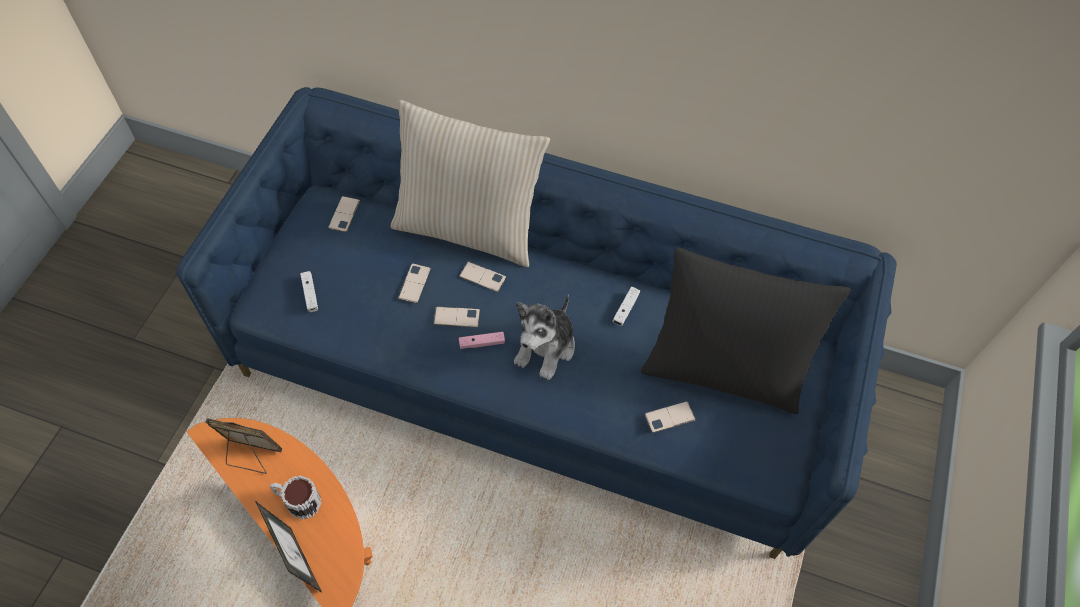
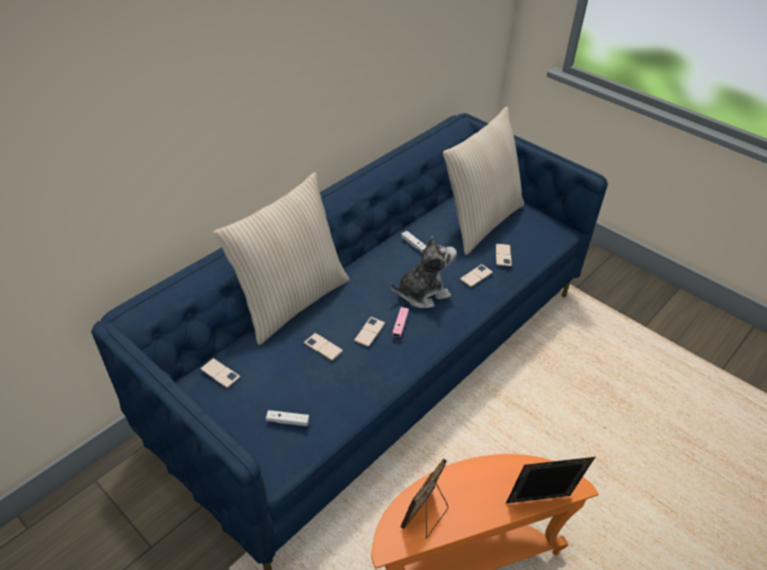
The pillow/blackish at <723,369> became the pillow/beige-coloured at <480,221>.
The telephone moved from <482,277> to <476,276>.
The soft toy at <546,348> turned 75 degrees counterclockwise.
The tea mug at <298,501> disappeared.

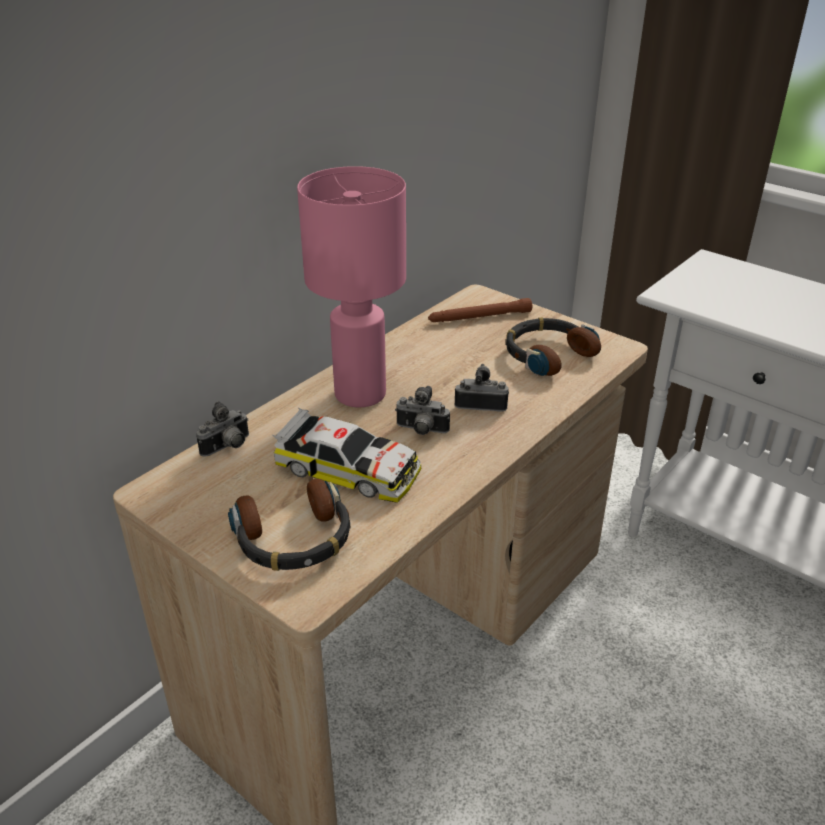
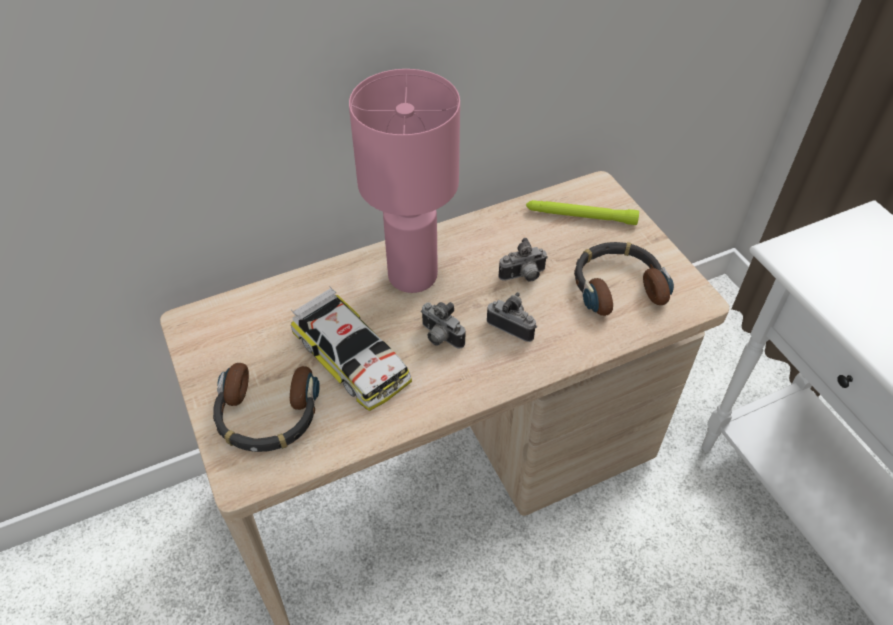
The hand torch/brown at <479,317> became the hand torch/green at <580,216>.
The photo camera moved from <228,447> to <523,276>.

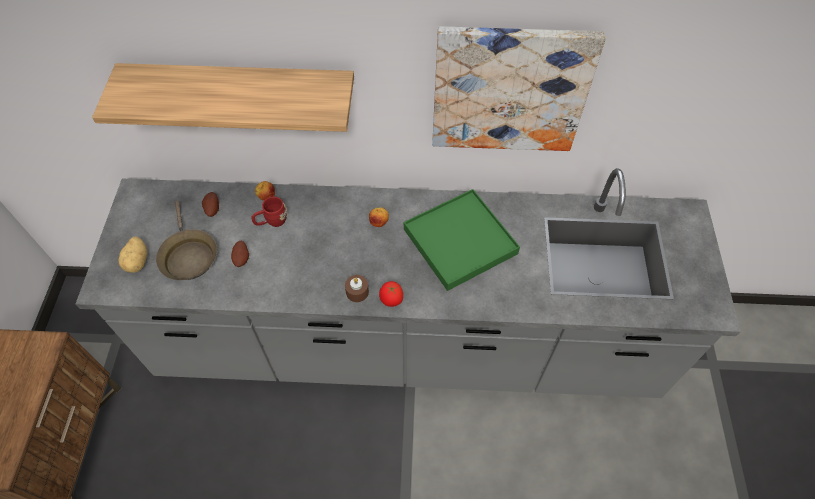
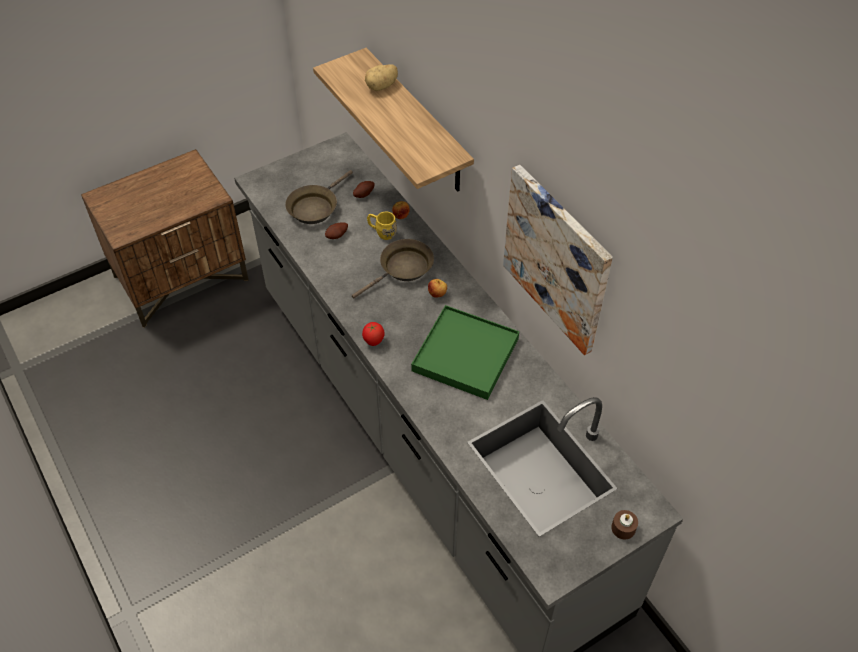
The tea mug/reddish at <271,222> became the tea mug/yellowish at <382,232>.
The spud moved from <138,261> to <382,86>.
The wax candle/brown moved from <357,292> to <623,528>.
The frying pan/brown at <403,269> appeared.

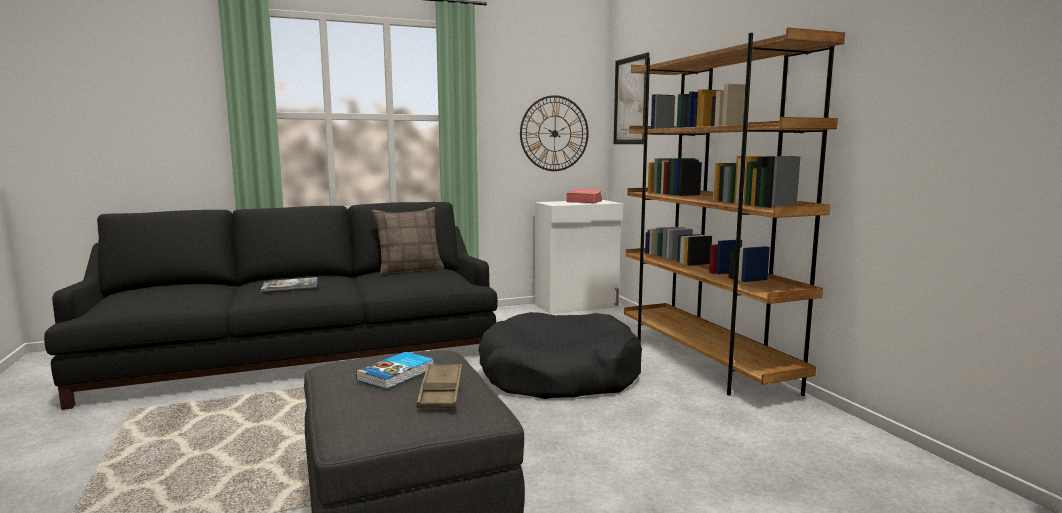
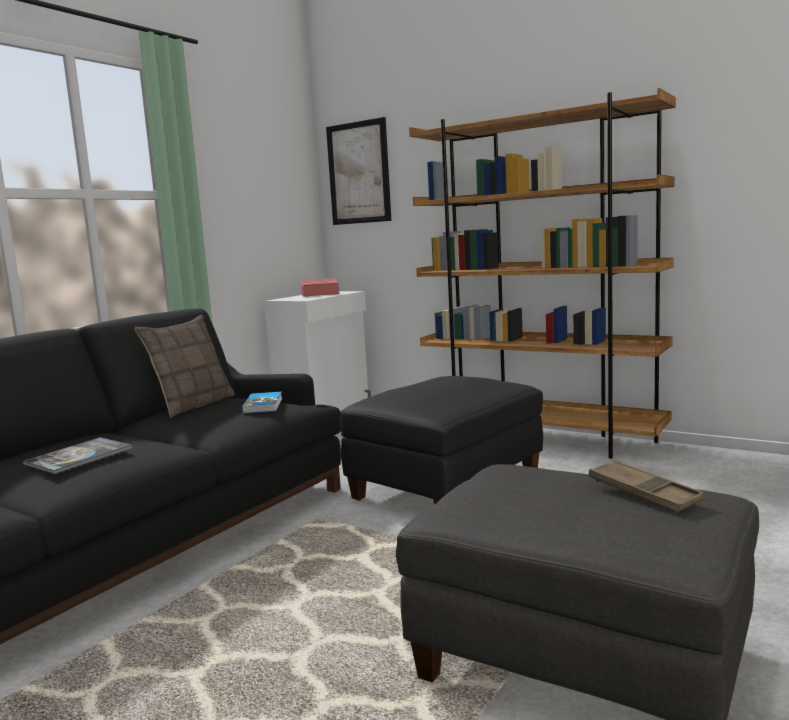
The clock on the wall at <554,133> disappeared.
The pet bed/blackish at <559,375> was replaced by the pouffe/blackish at <447,487>.
The volume moved from <397,374> to <264,405>.

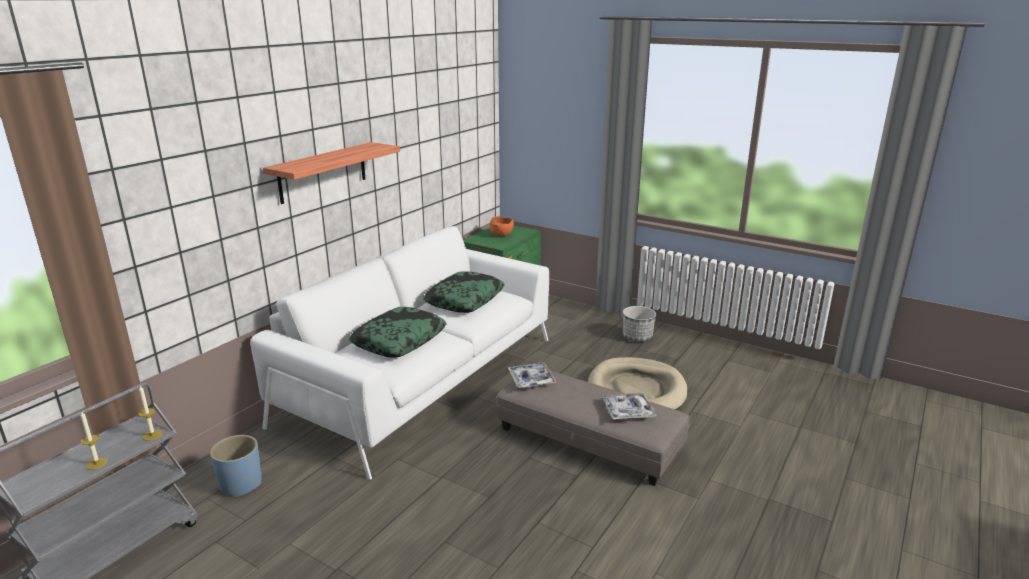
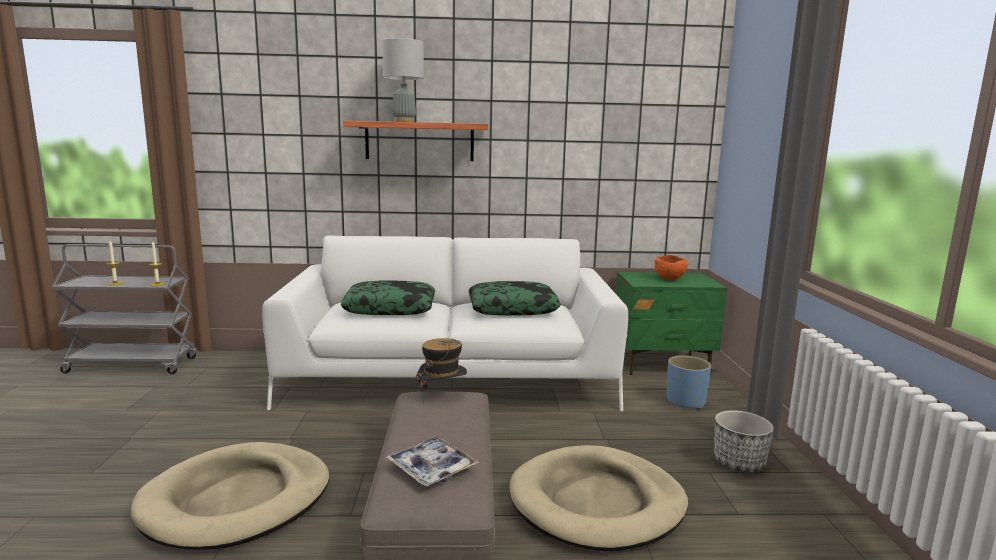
The tray at <531,380> was replaced by the wearable hat at <441,396>.
The flower pot/bluish moved from <241,484> to <686,402>.
The lamp for a table/greyish at <404,121> appeared.
The pet bed/beige-coloured at <237,500> appeared.

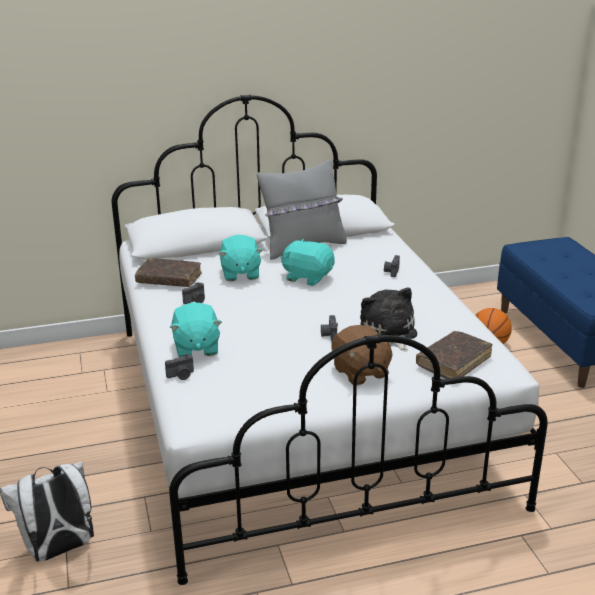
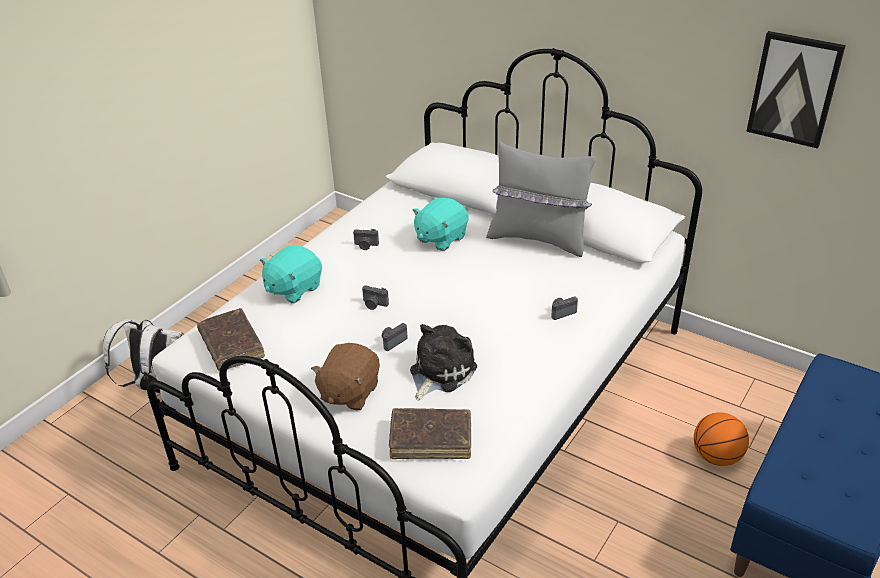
The soft toy/turquoise at <307,277> disappeared.
The volume/brown moved from <169,279> to <231,346>.
The photo camera moved from <181,375> to <374,304>.
The wall art at <794,89> appeared.

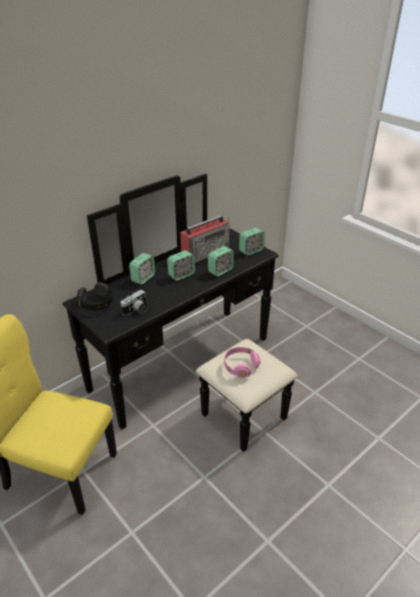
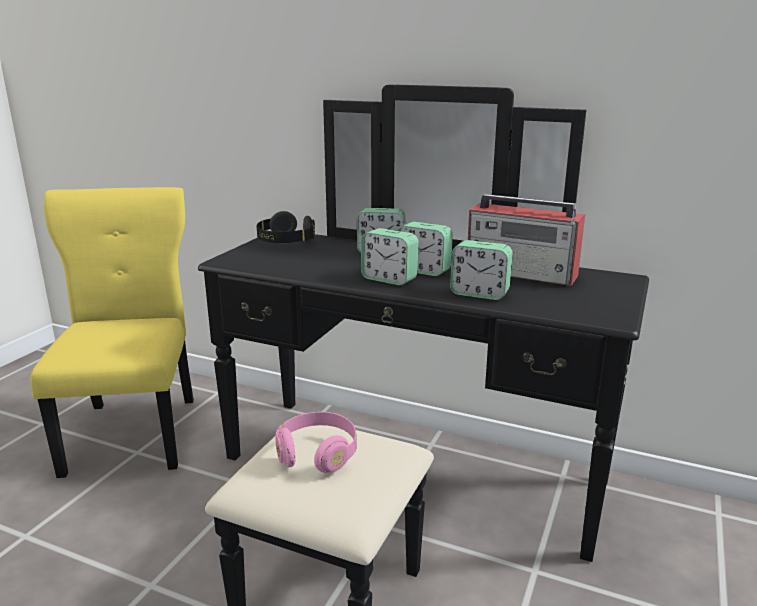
The bedside clock moved from <251,250> to <389,279>.
The photo camera at <136,310> disappeared.

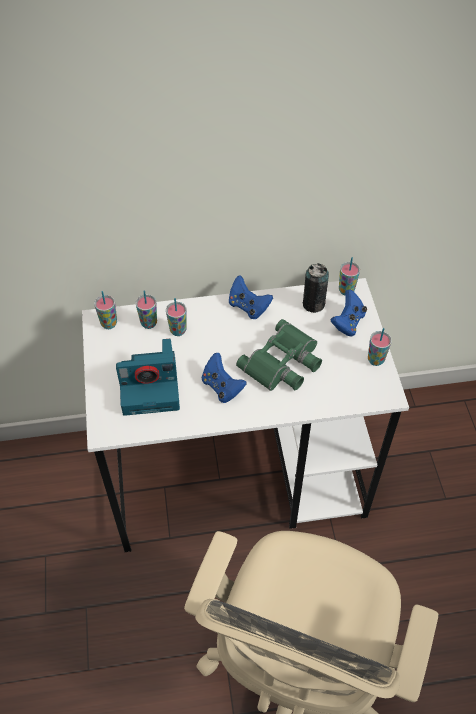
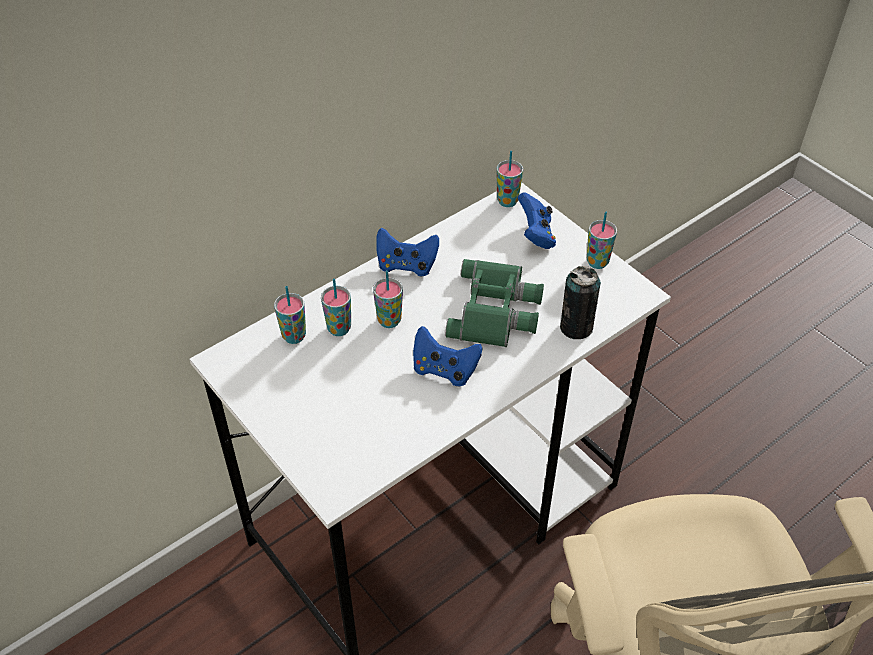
The metal can moved from <313,304> to <576,327>.
The cup moved from <109,324> to <389,321>.
The photo camera at <151,386> disappeared.

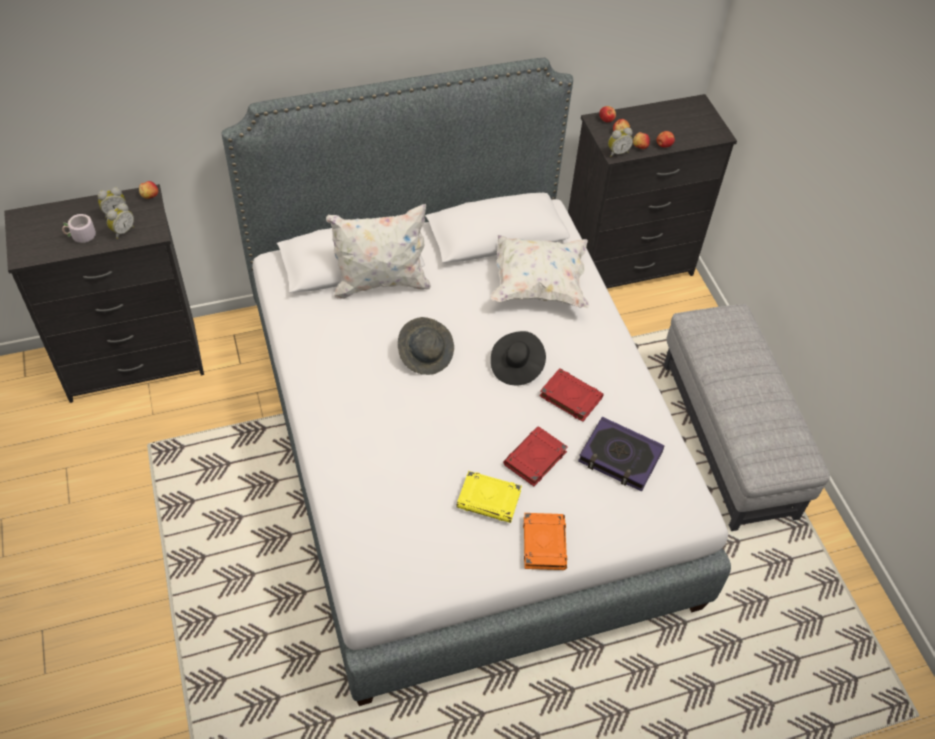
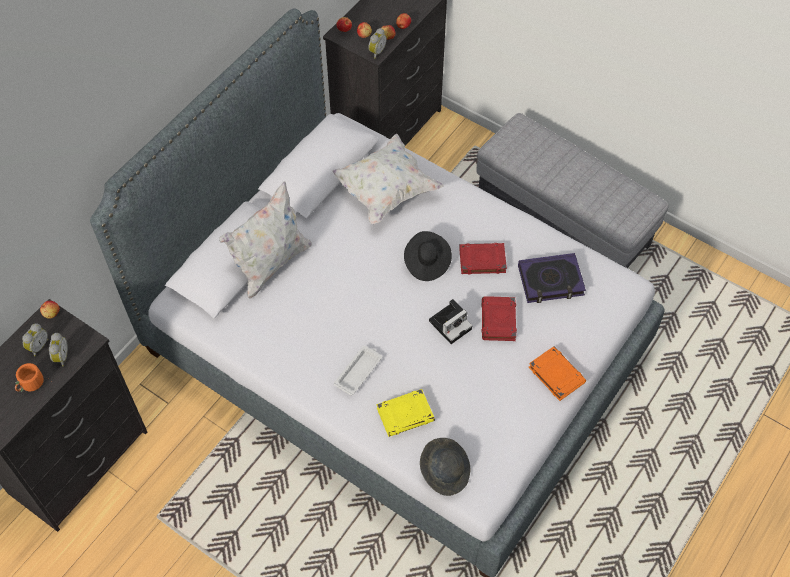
The tea mug/greyish at <81,237> became the tea mug/orange at <31,385>.
The wearable hat/greyish moved from <426,354> to <445,471>.
The volume/yellowish moved from <489,499> to <405,414>.
The photo camera at <451,324> appeared.
The tray/white-coloured at <359,371> appeared.

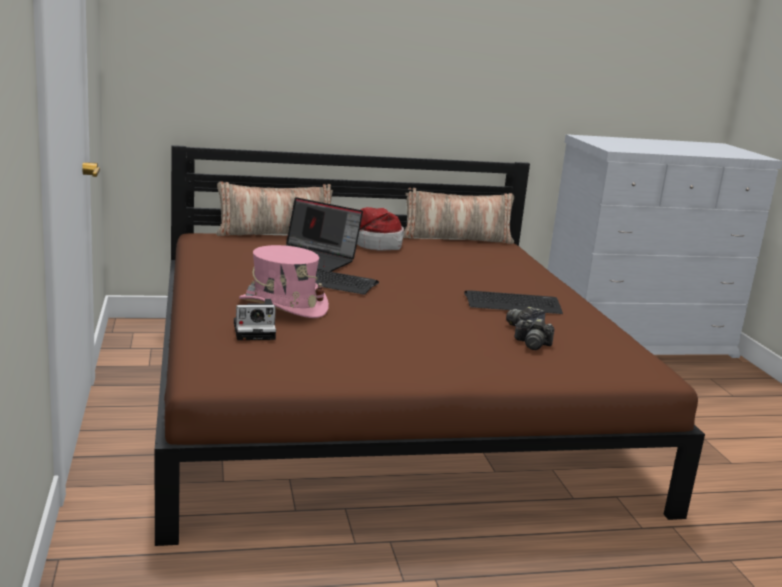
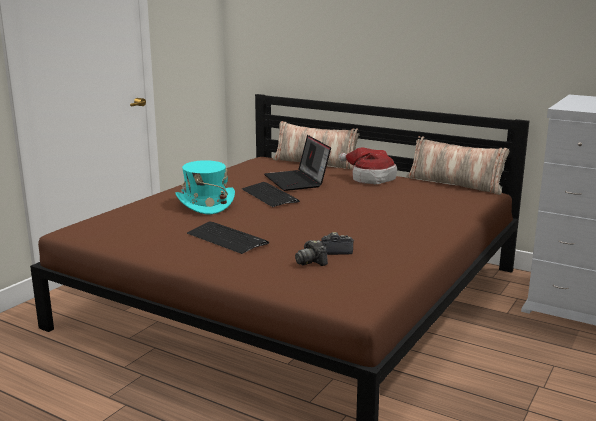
The wearable hat/pinkish at <283,306> became the wearable hat/turquoise at <205,204>.
The computer keyboard moved from <513,304> to <227,239>.
The photo camera at <256,331> disappeared.

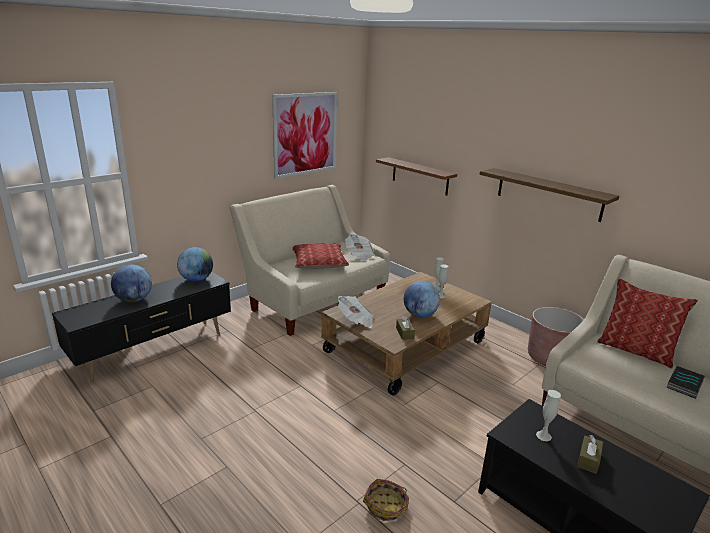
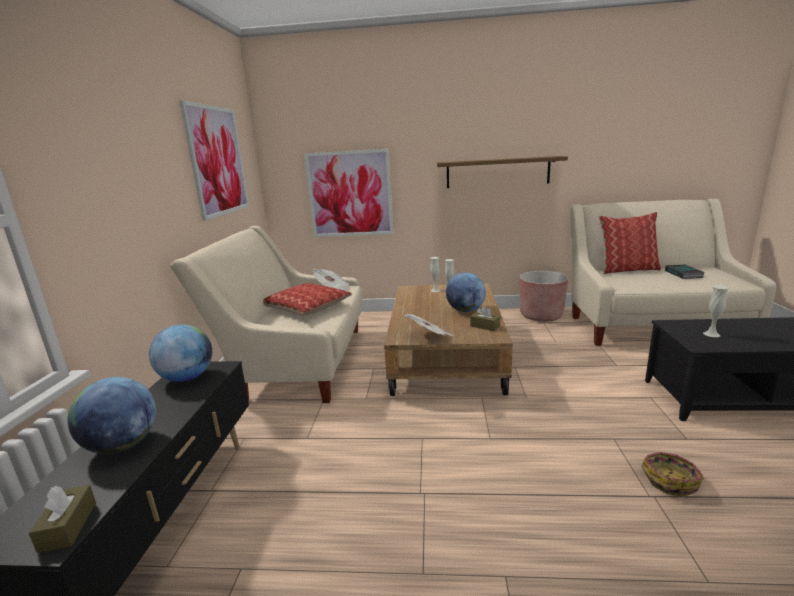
The wall shelf/brown at <420,176> was replaced by the wall art at <350,194>.
The tissue holder/brown moved from <588,459> to <68,526>.

